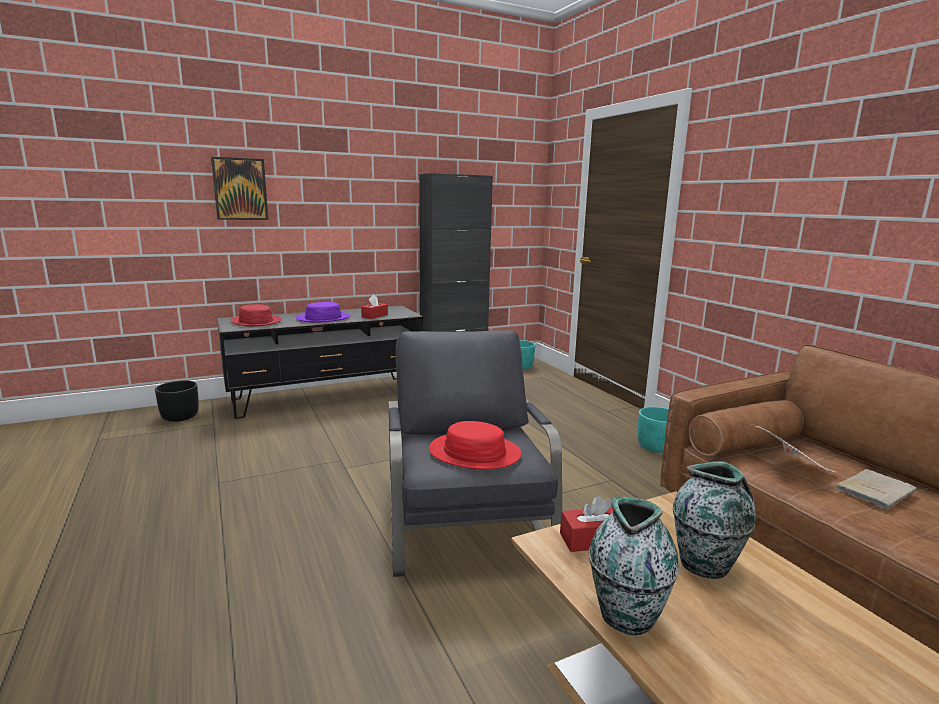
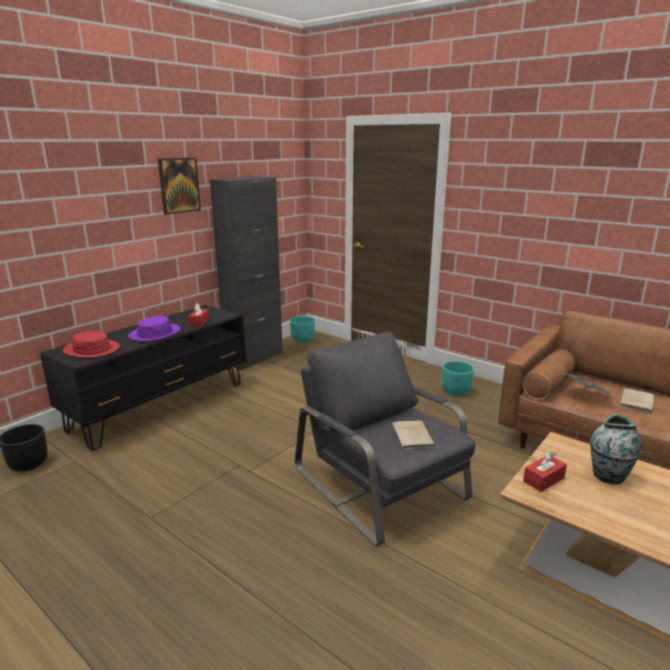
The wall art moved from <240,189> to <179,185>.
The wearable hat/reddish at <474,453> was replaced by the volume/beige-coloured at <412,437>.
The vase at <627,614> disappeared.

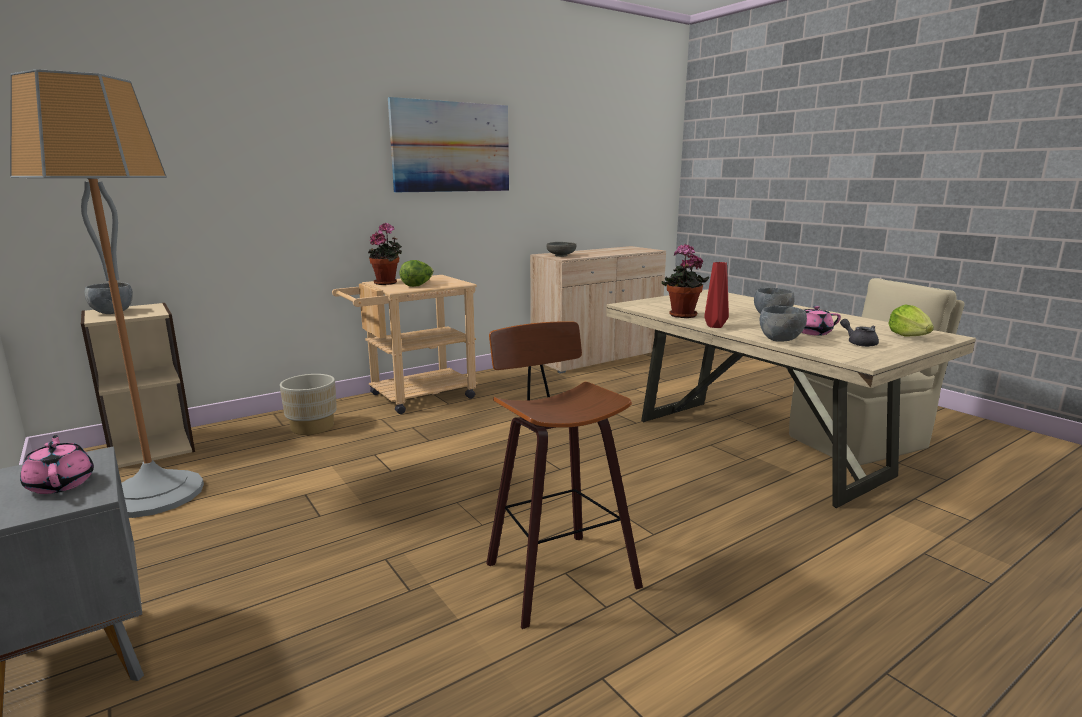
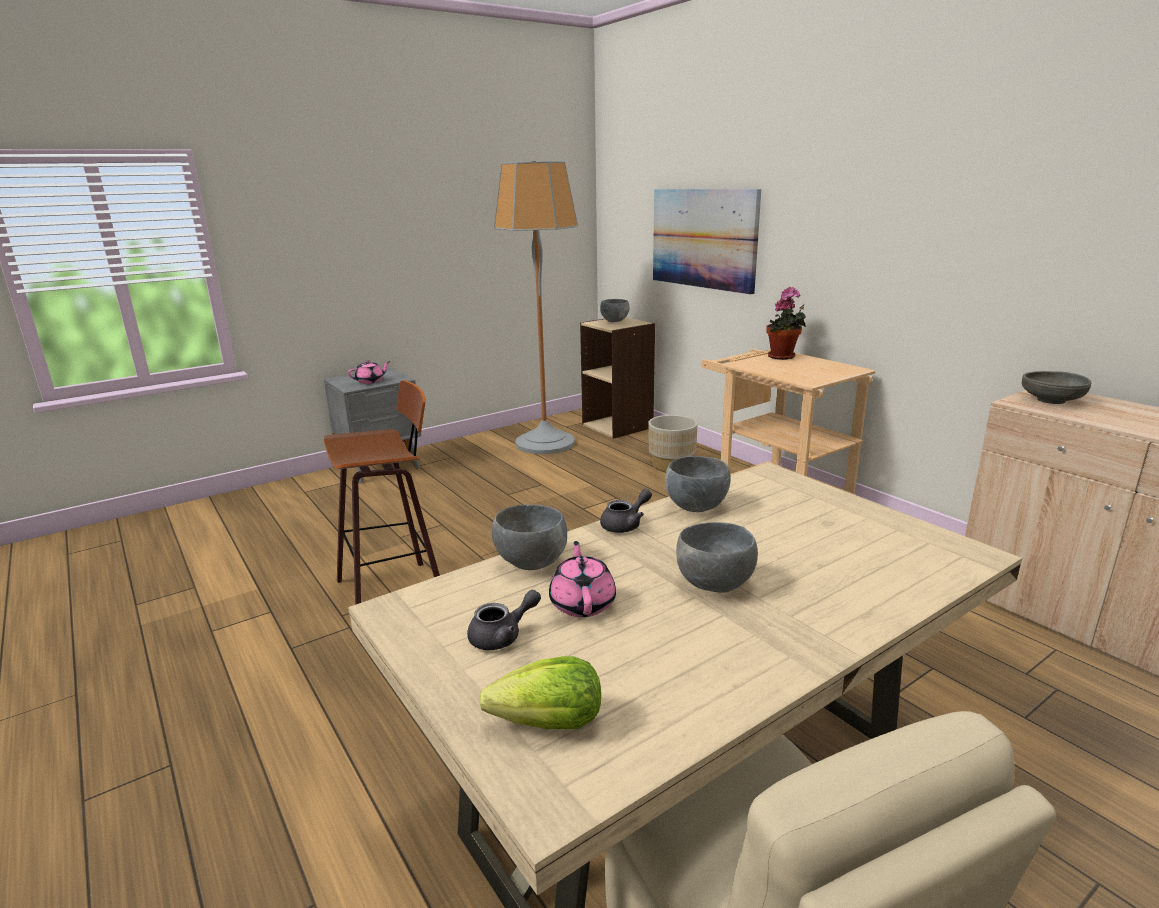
The wall art moved from <451,147> to <703,238>.
The plant in a pot at <682,316> was replaced by the deep dish/greyish at <695,507>.
The lettuce head at <417,285> disappeared.
The vase/reddish at <715,326> was replaced by the pot for tea/greyish at <626,525>.

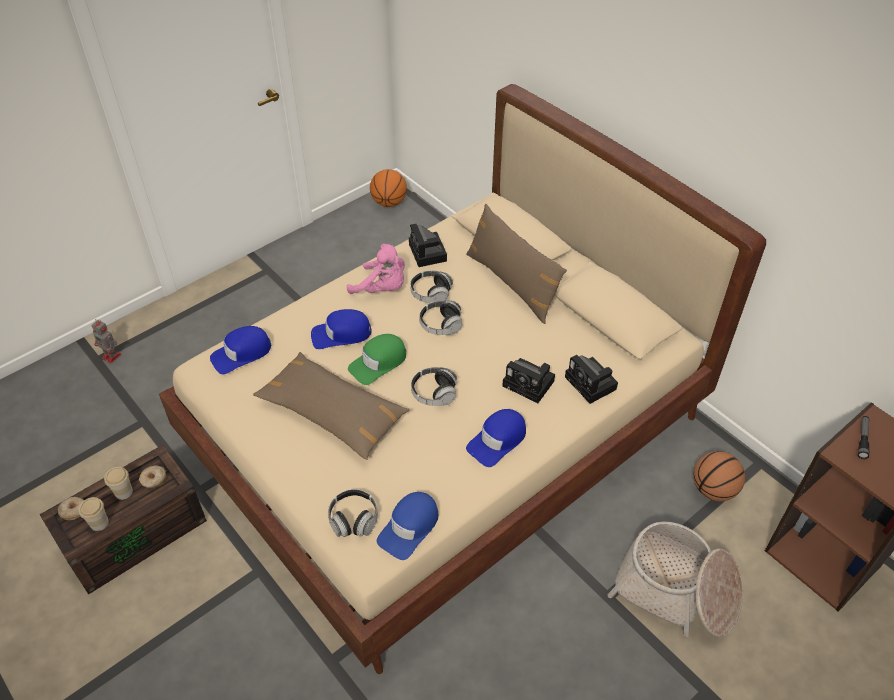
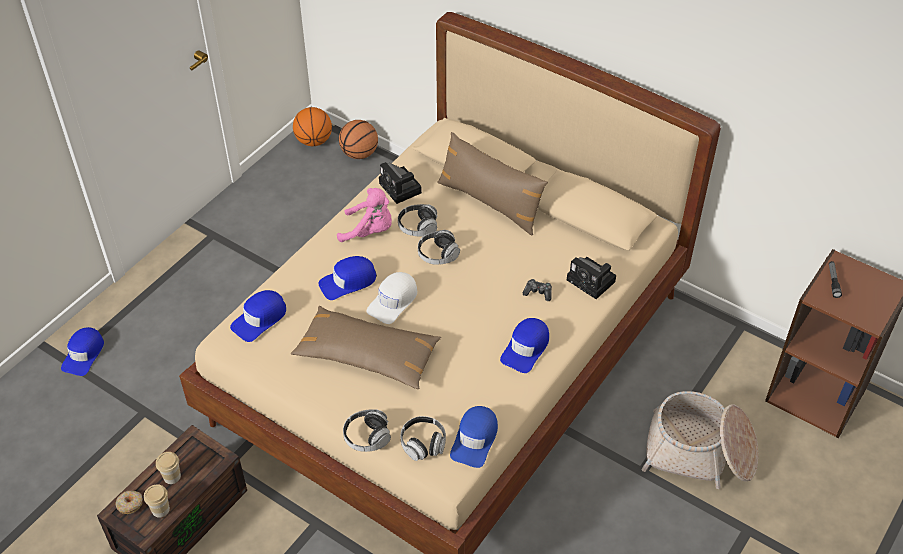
The robot figure at <112,356> was replaced by the cap/bluish at <84,354>.
The cap/green at <378,363> became the cap/white-coloured at <393,301>.
The photo camera at <530,384> was replaced by the game controller at <538,292>.
The headphones moved from <434,393> to <367,437>.
The basketball moved from <713,490> to <359,154>.
The doughnut at <154,480> disappeared.

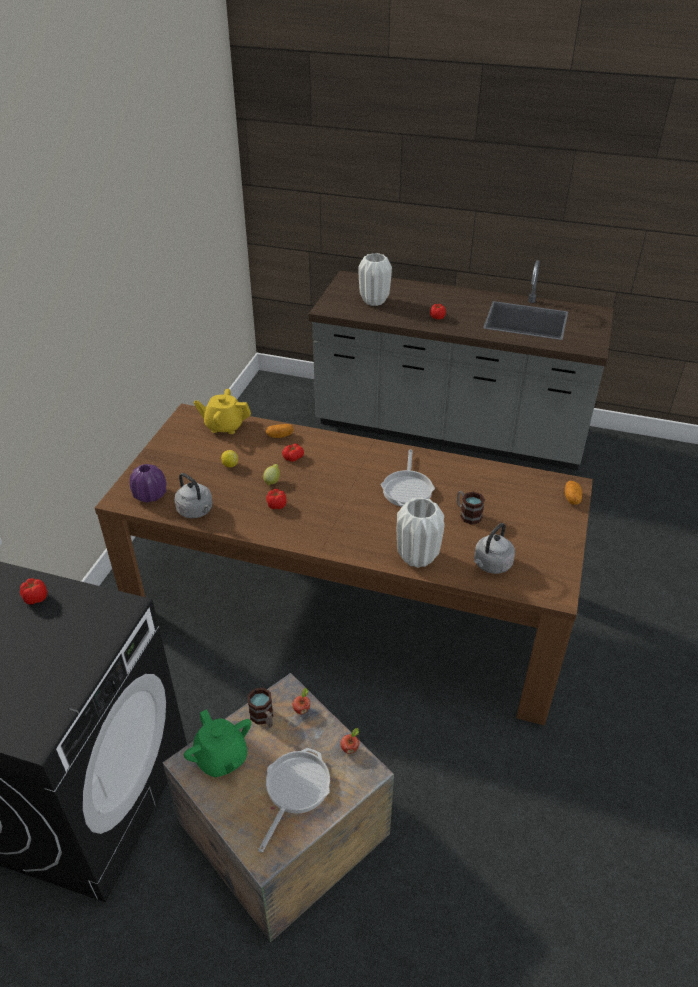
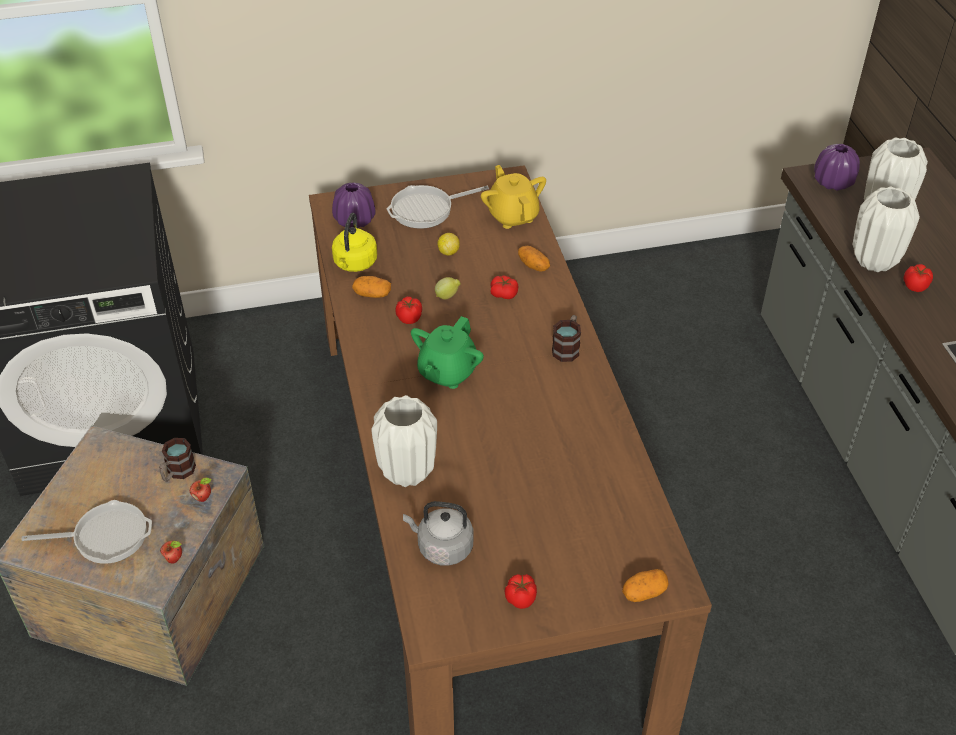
The frying pan moved from <407,489> to <426,209>.
The kettle/greyish at <196,511> became the kettle/yellowish at <354,264>.
The tea mug moved from <467,514> to <567,347>.
The fresh tomato moved from <36,597> to <521,598>.
The pot for tea/green moved from <221,758> to <447,372>.
The vase/purple at <833,182> appeared.
The vase/white-coloured at <873,261> appeared.
The spud at <372,294> appeared.

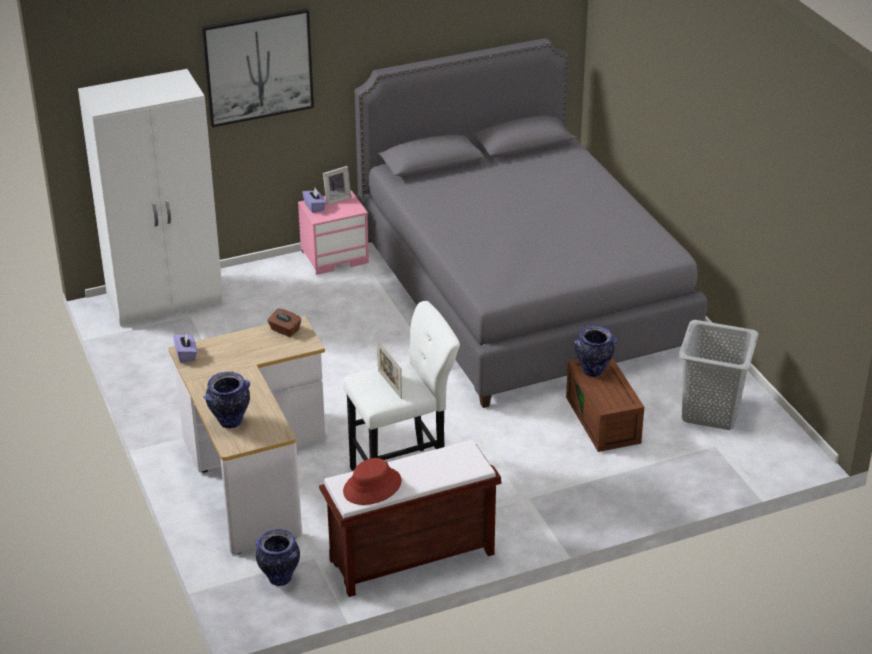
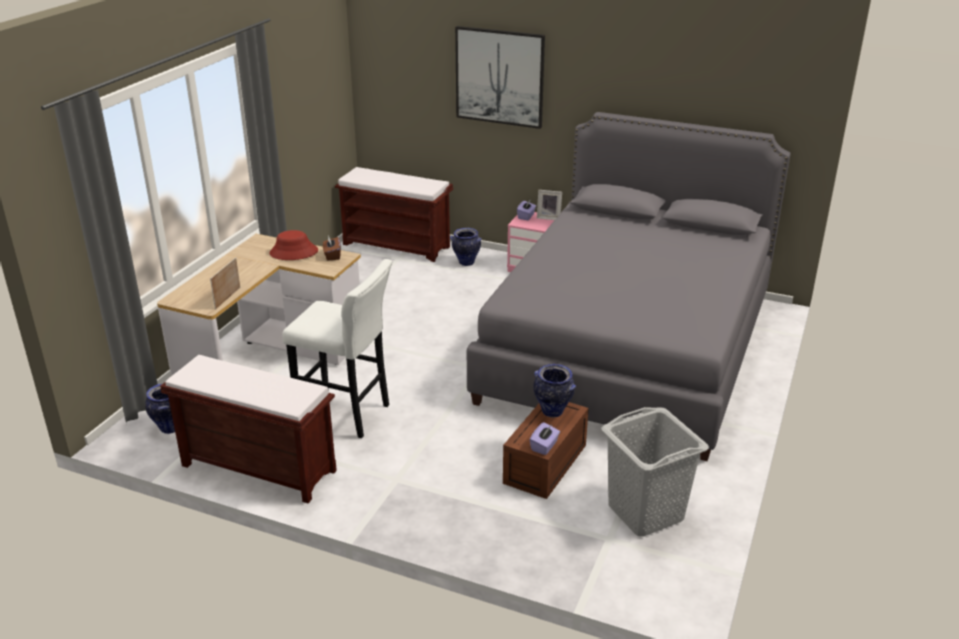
The armoire/white-coloured at <166,301> was replaced by the indoor bench/brown at <397,245>.
The tissue holder/purple moved from <186,355> to <544,446>.
The picture frame moved from <389,384> to <228,298>.
The vase moved from <230,422> to <466,263>.
The wearable hat/reddish moved from <372,487> to <293,252>.

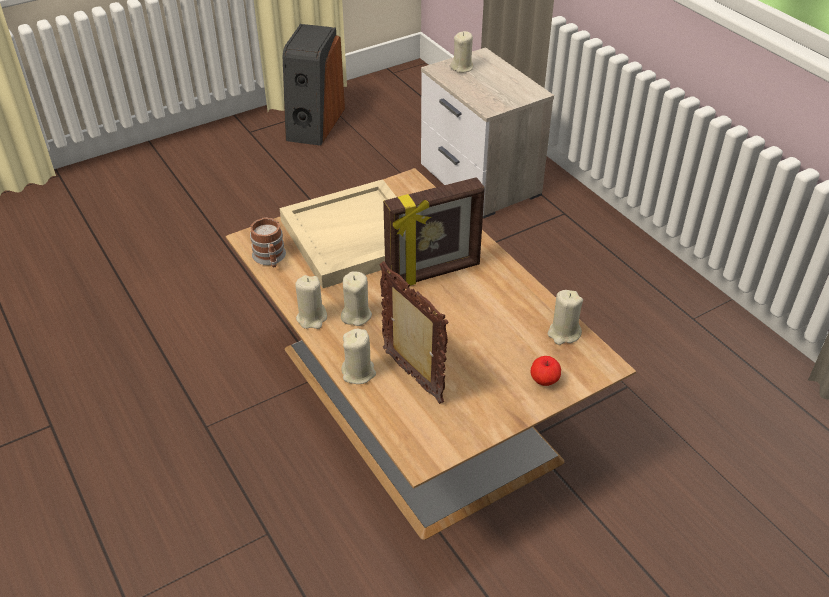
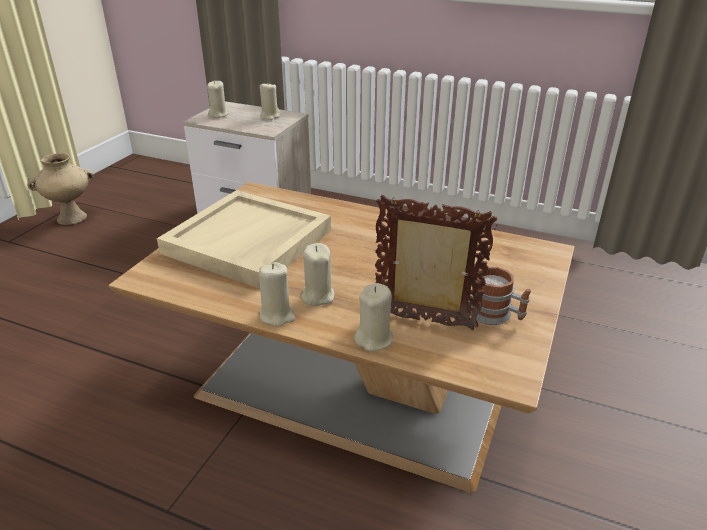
The speaker at <314,124> was replaced by the vase/beige-coloured at <72,217>.
The picture frame at <433,273> disappeared.
The tea mug moved from <270,258> to <496,315>.
The wax candle/beige-coloured moved from <563,333> to <270,116>.
The whole apple at <544,381> disappeared.

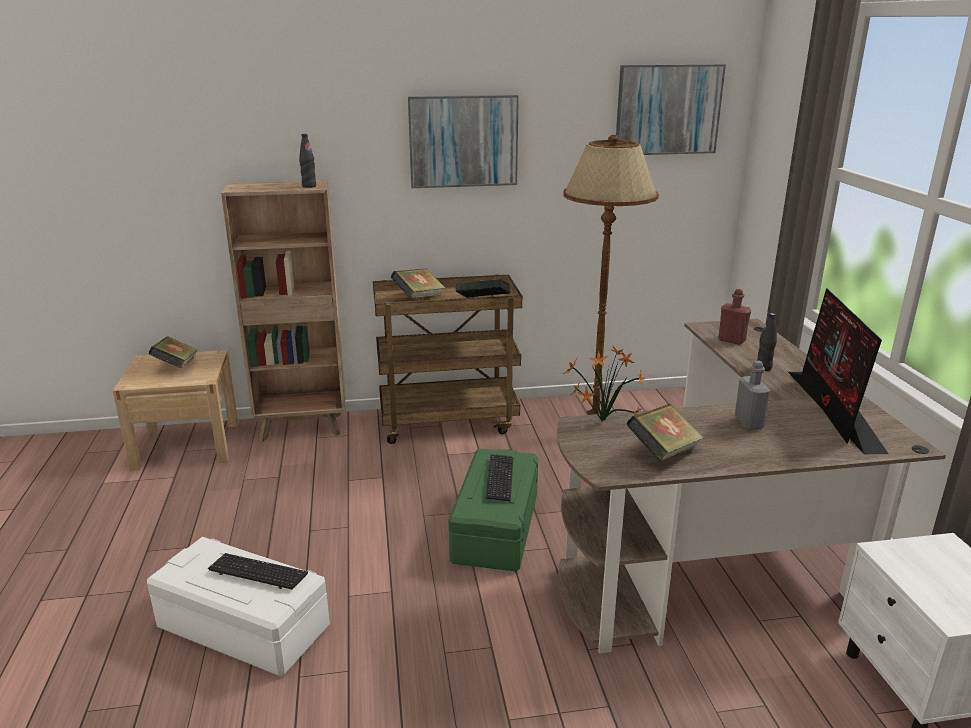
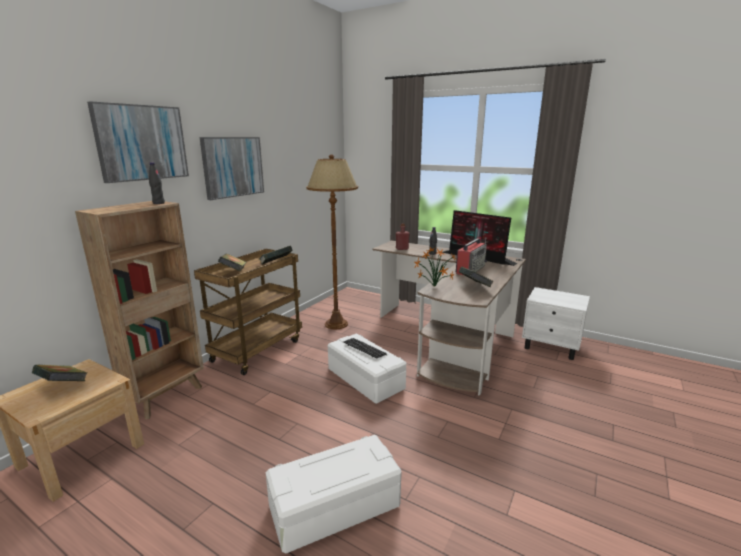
The wall art moved from <668,109> to <142,143>.
The beverage bottle/greyish at <748,423> was replaced by the radio receiver at <470,269>.
The storage container/green at <494,527> became the storage container/white-coloured at <364,379>.
The computer keyboard at <258,573> disappeared.

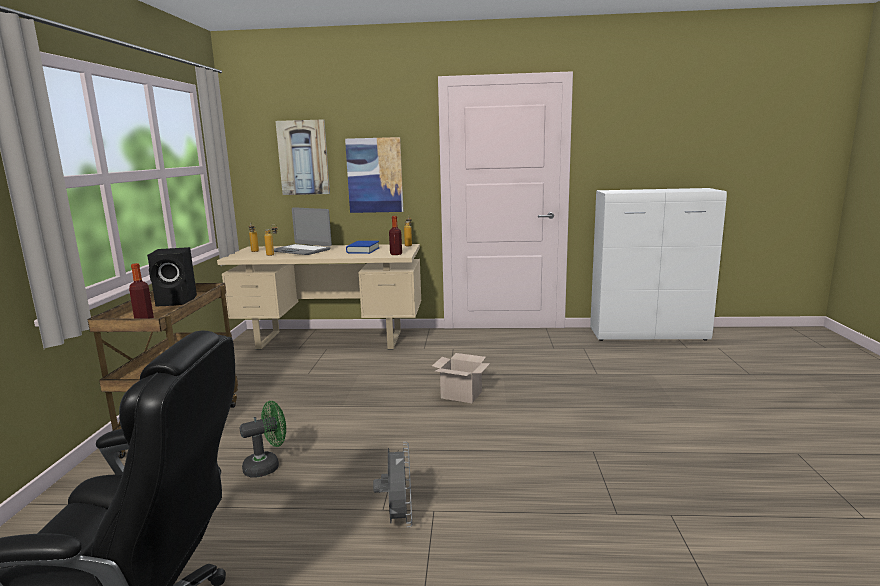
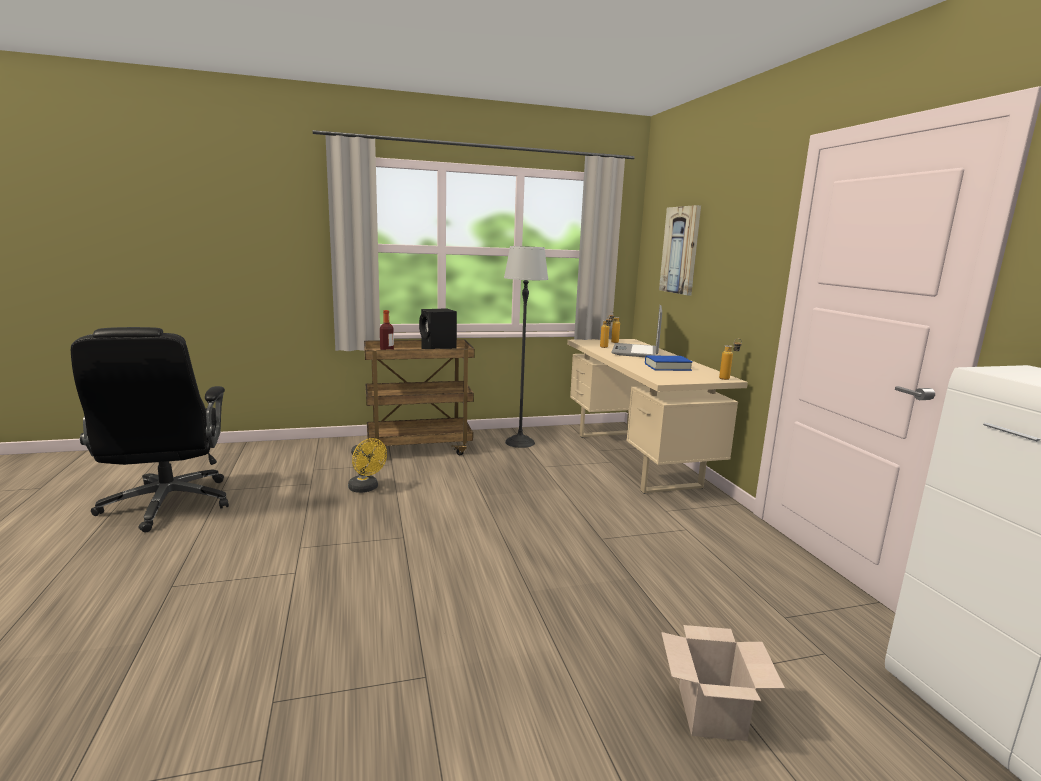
The wall art at <375,175> disappeared.
The beverage bottle at <396,254> disappeared.
The packing box moved from <462,395> to <713,714>.
The electric fan/green at <267,466> became the electric fan/yellowish at <366,489>.
The electric fan/greyish at <398,519> disappeared.
The standing lamp at <520,442> appeared.

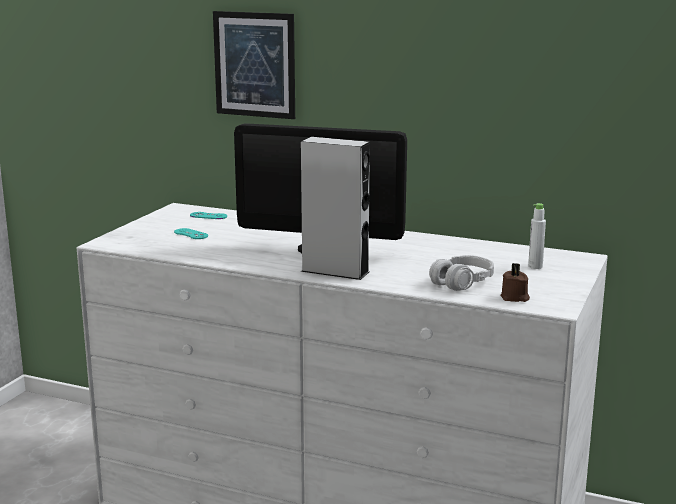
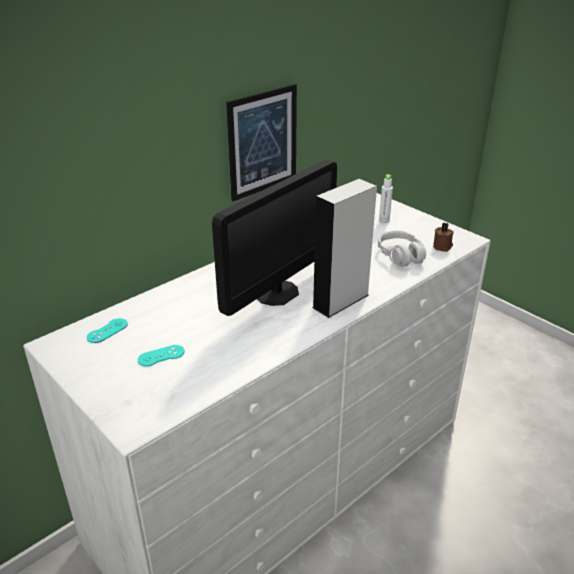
The wall art moved from <254,64> to <263,142>.

